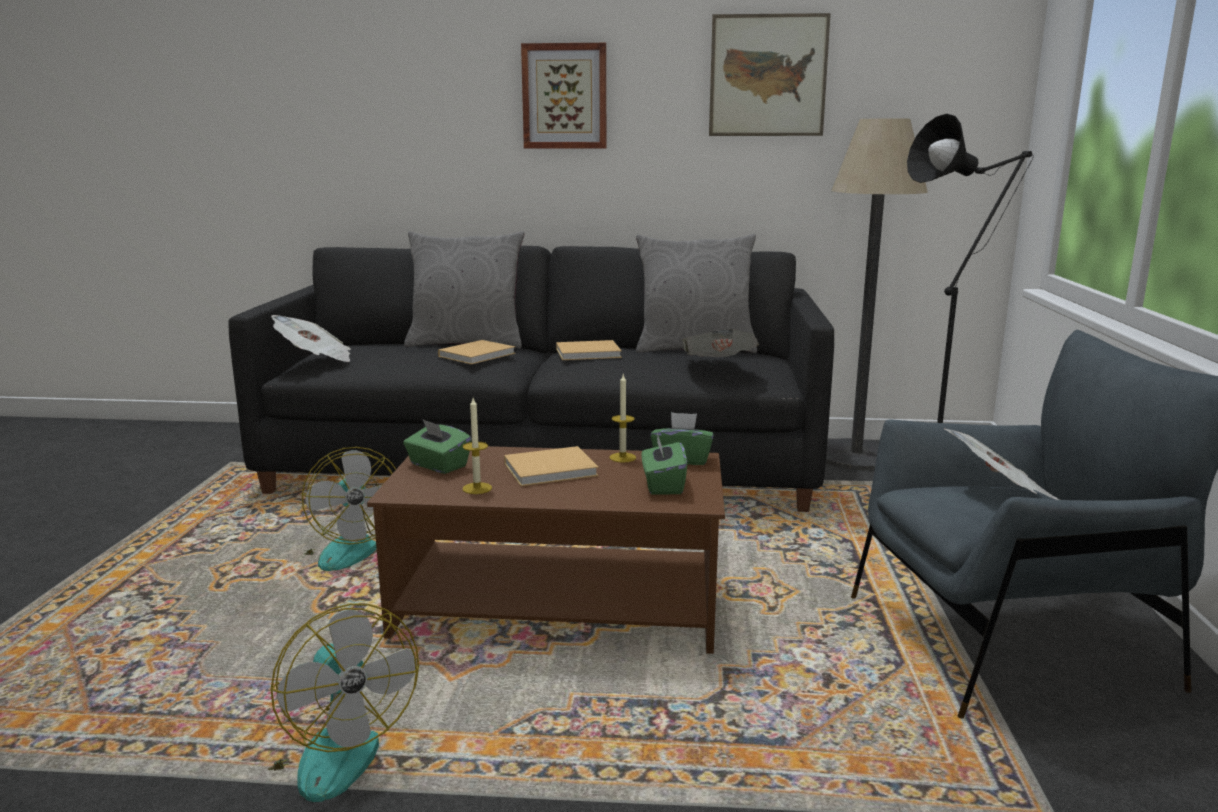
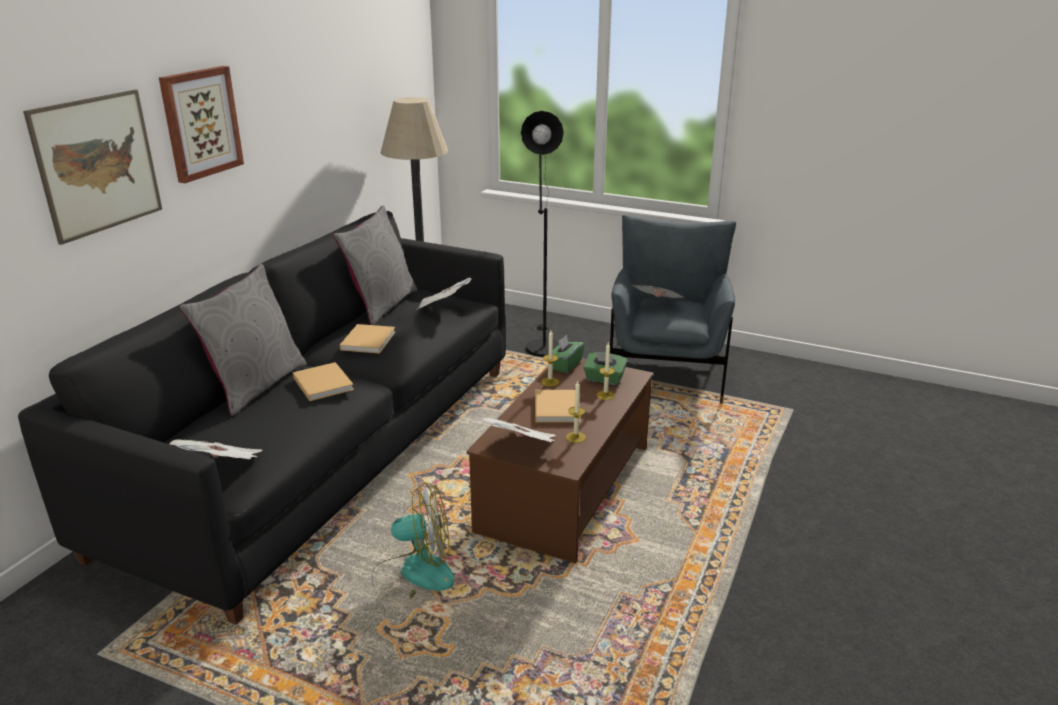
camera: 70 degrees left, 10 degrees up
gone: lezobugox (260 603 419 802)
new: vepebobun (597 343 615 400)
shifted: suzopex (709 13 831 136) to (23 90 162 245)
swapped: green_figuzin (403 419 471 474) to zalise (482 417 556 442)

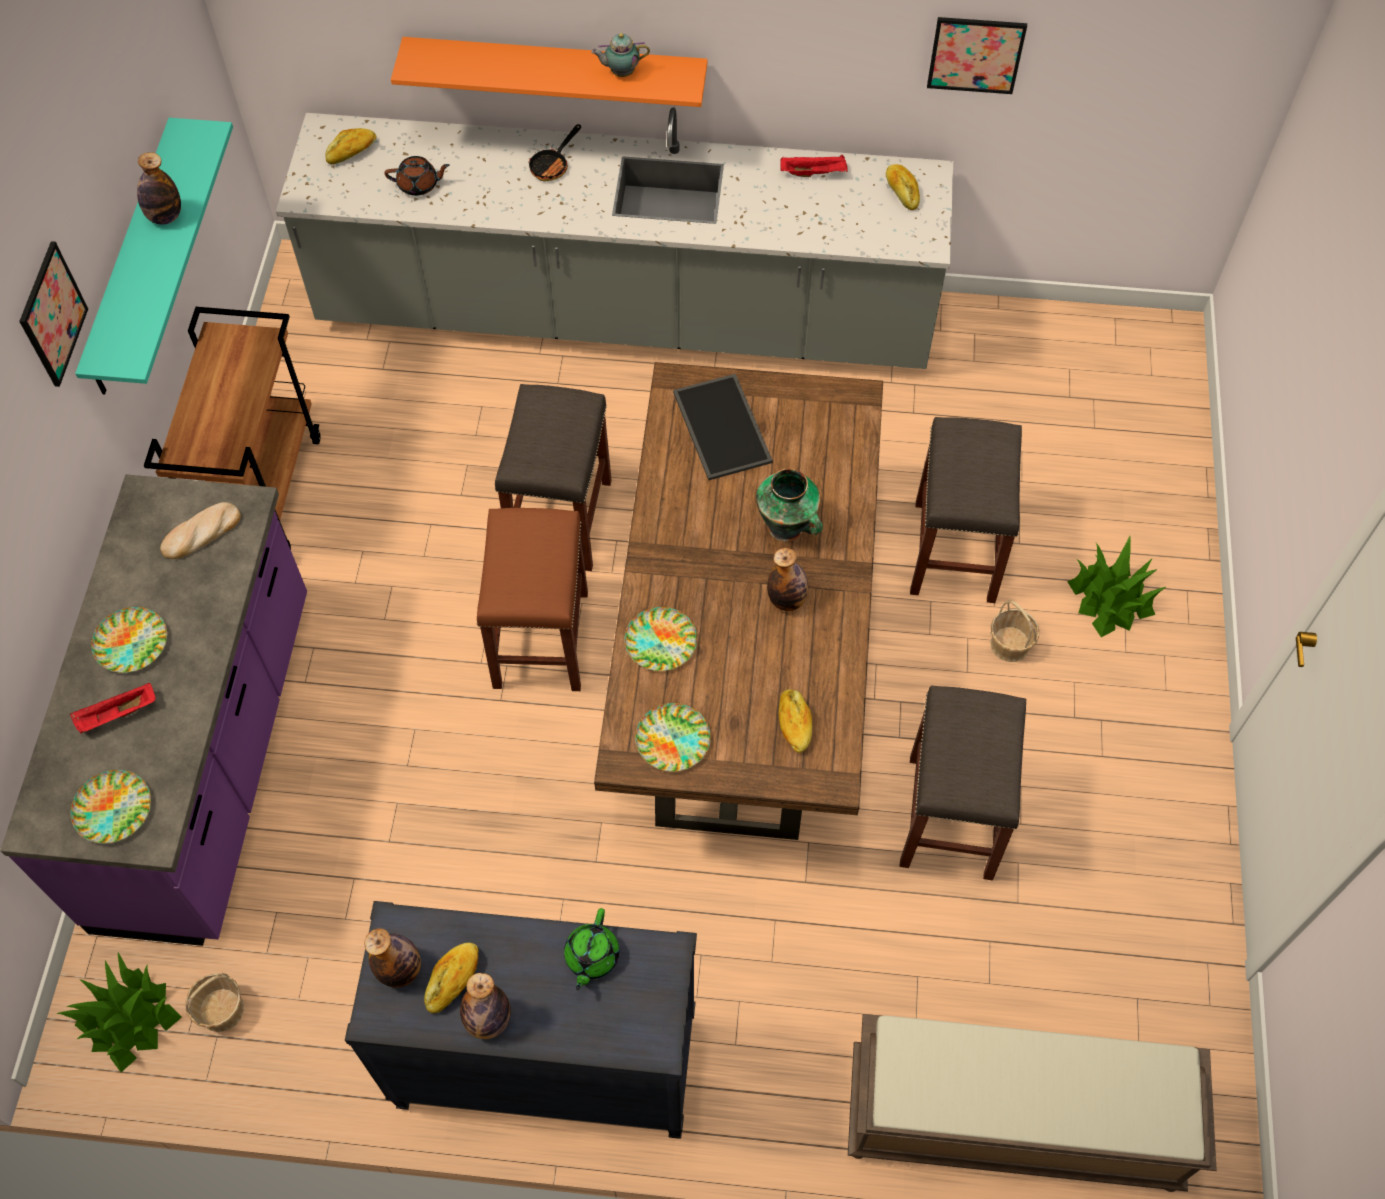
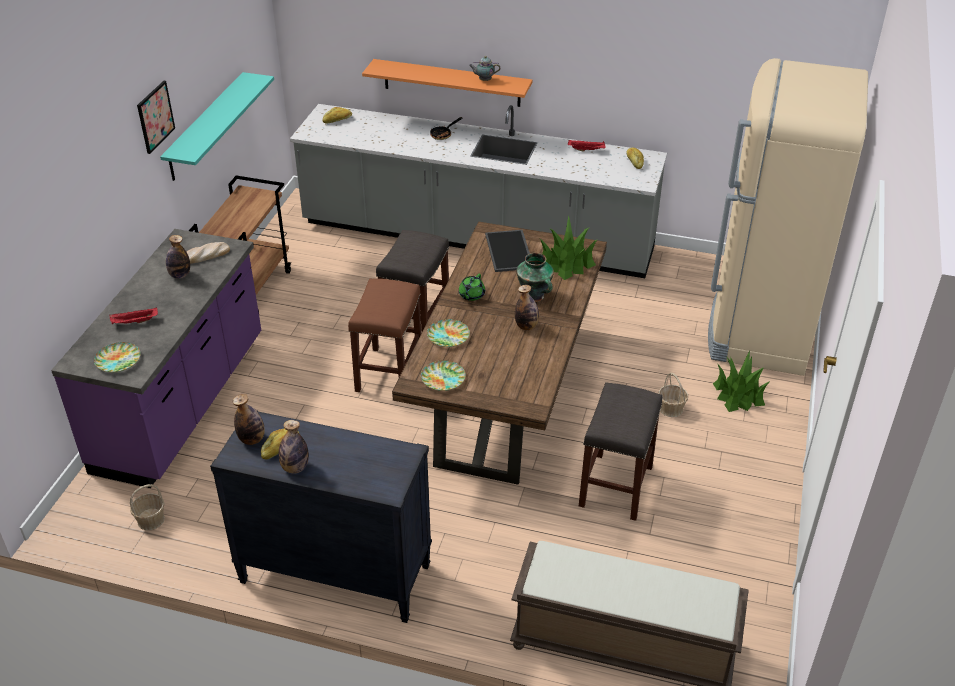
camera: 10 degrees right, 20 degrees down
gone: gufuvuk (91 607 167 673); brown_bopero (385 156 450 196); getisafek (779 689 812 753); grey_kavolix (910 417 1022 603); suzopex (927 17 1027 94)
new: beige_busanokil (708 58 868 376)
shifted: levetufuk (56 953 182 1072) to (539 215 598 280); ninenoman (137 152 181 225) to (166 235 190 279); green_bopero (564 908 619 991) to (459 274 485 301)

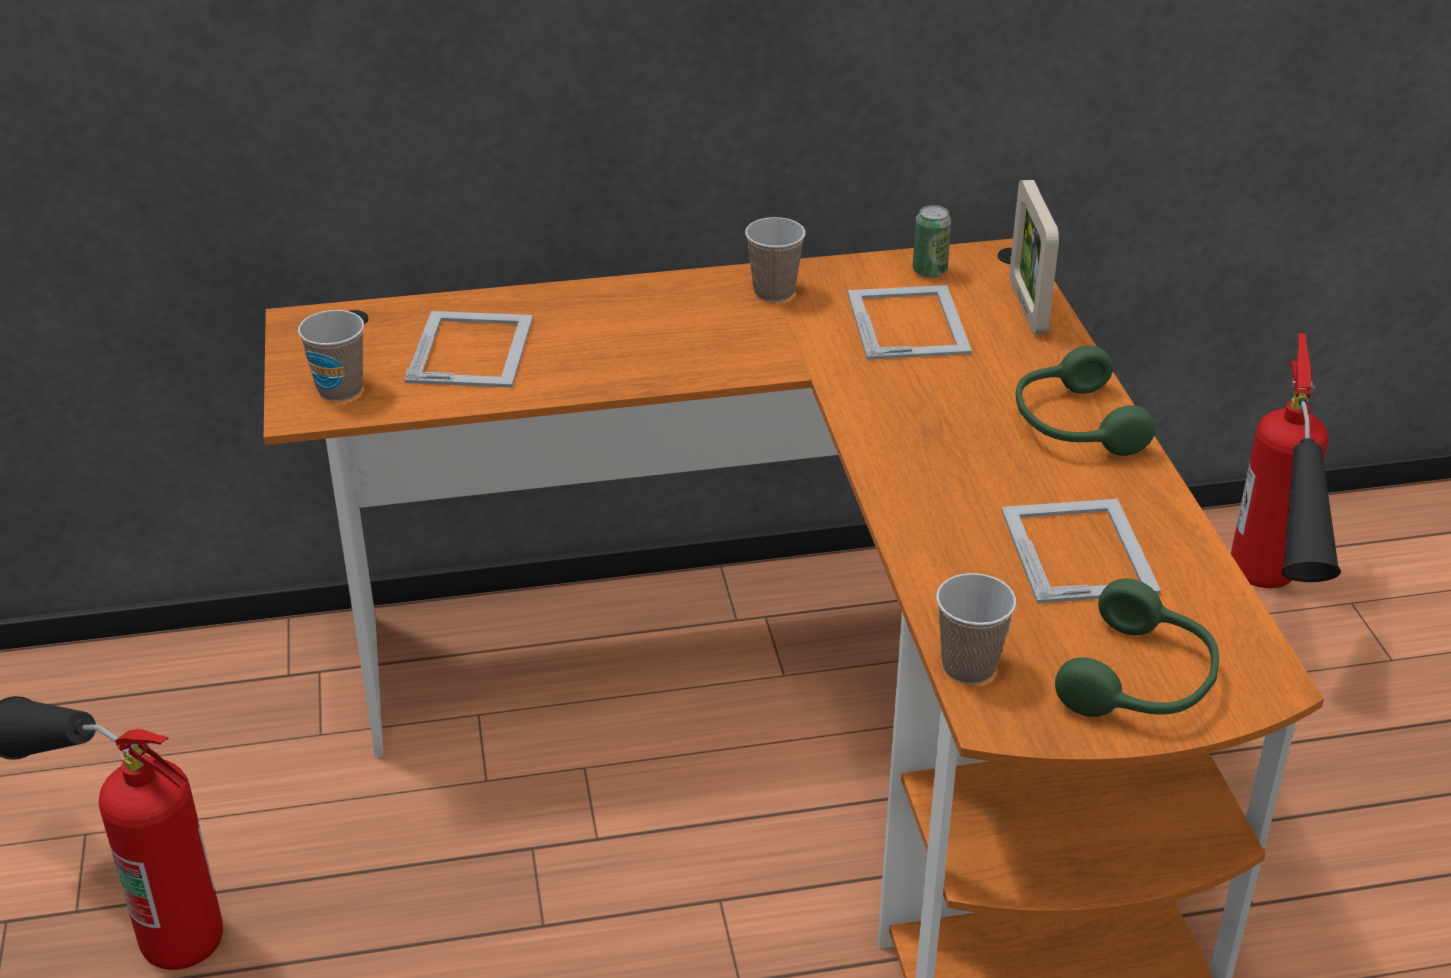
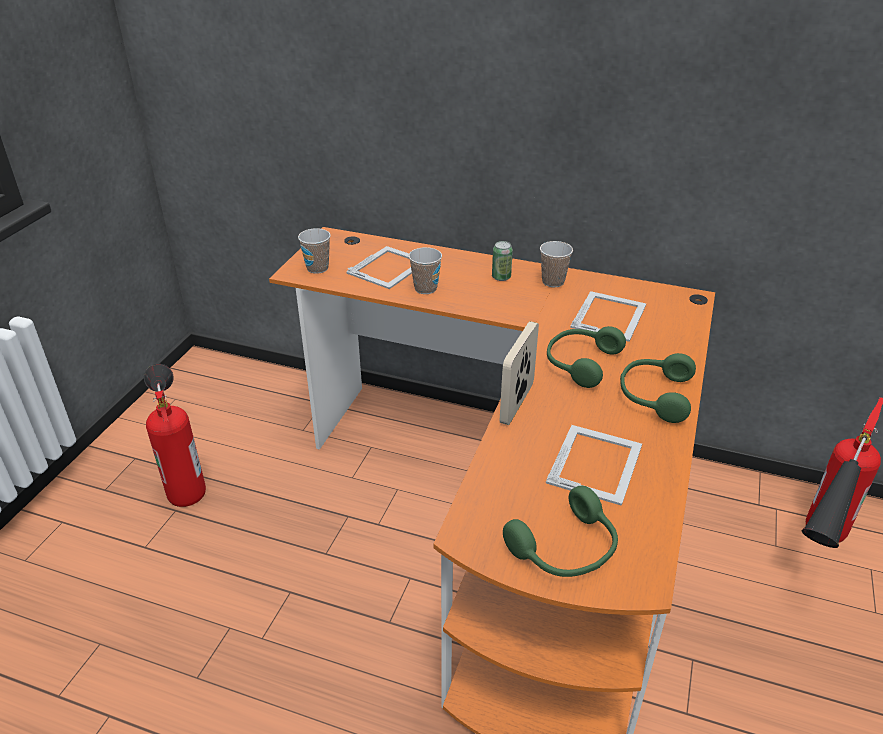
camera: 30 degrees right, 0 degrees up
new: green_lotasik (547 326 626 388)
shifted: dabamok (912 205 951 278) to (492 241 513 281); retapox (936 573 1016 684) to (409 247 442 294); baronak (1010 180 1059 334) to (500 321 539 425)

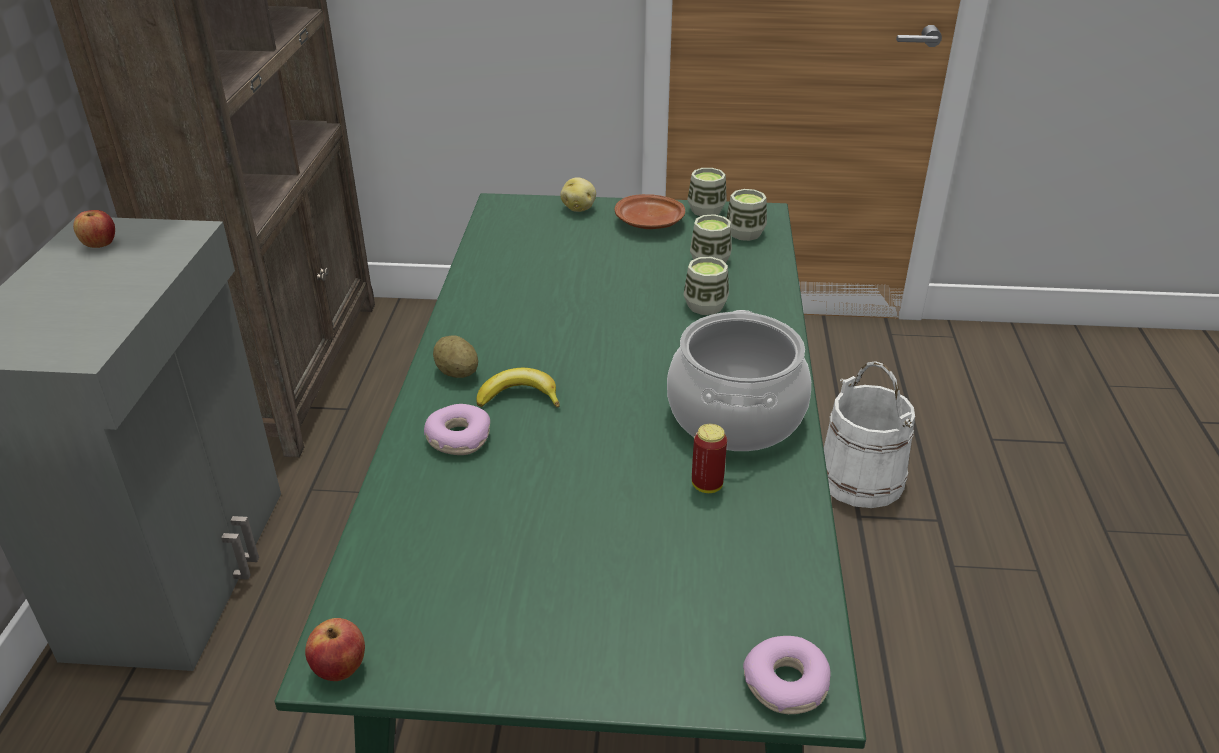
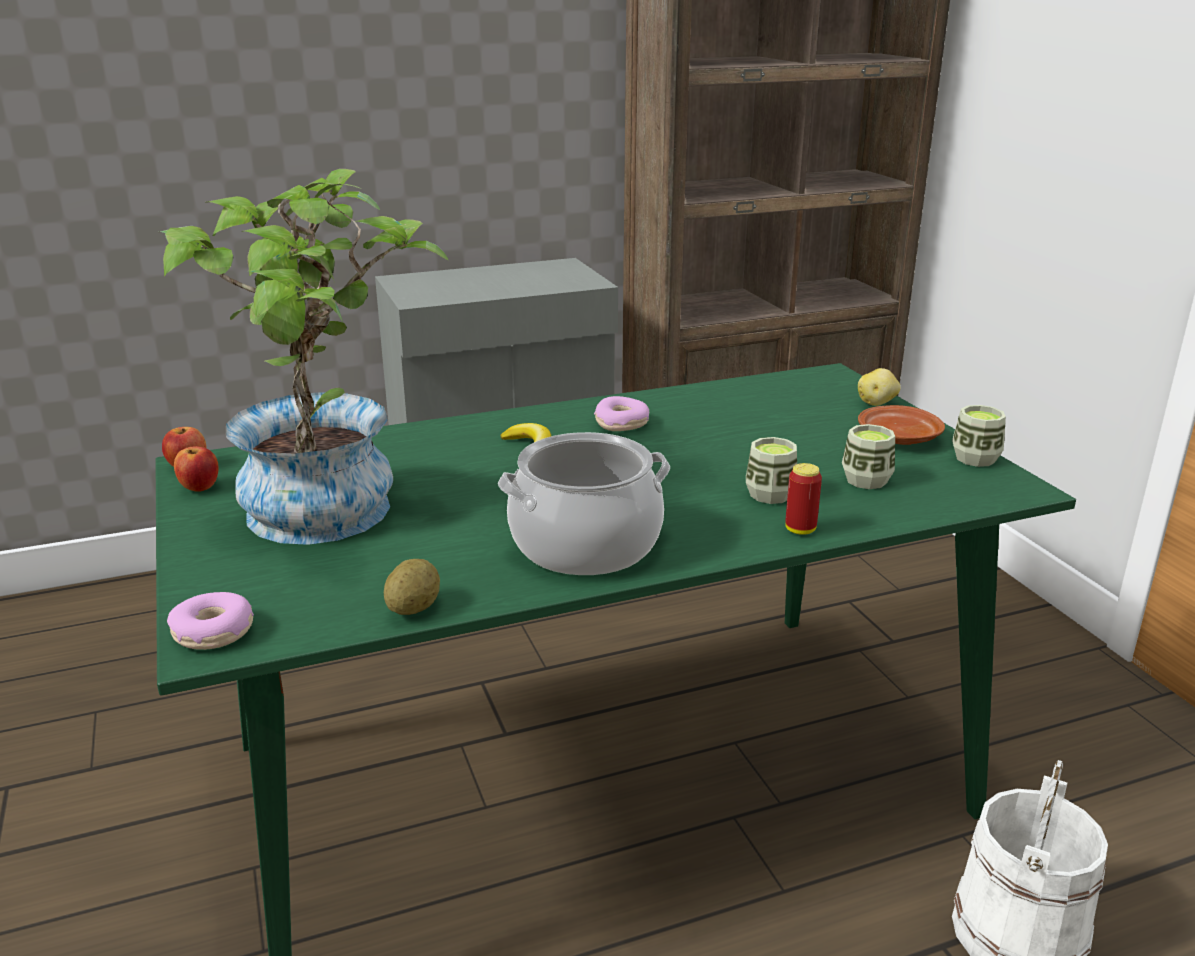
camera: 65 degrees right, 10 degrees down
gone: retapox (726 189 767 241)
new: levetufuk (160 169 448 545)
shifted: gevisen (73 210 115 248) to (174 446 218 492); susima (424 404 490 455) to (594 396 649 431); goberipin (433 336 478 378) to (384 559 440 615); dabamok (692 424 727 493) to (785 463 822 535)

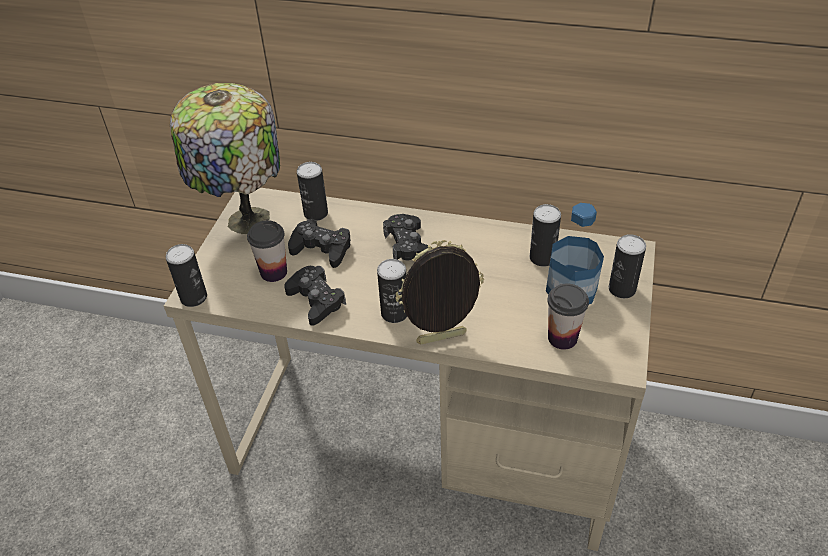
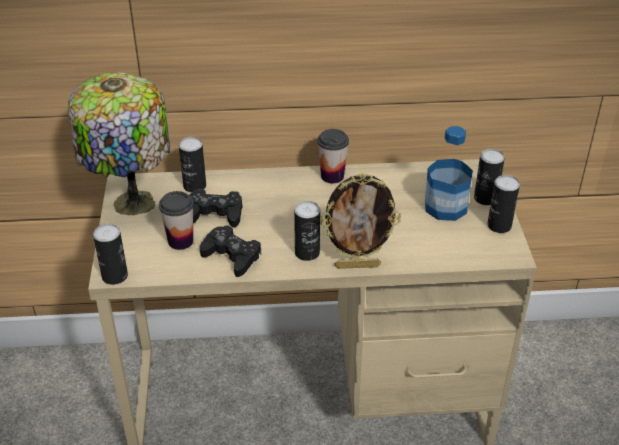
camera: 20 degrees left, 5 degrees down
gone: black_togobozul (383 214 432 260)
shifted: dabamok (530 204 561 267) to (487 175 520 233); retapox (547 283 589 350) to (317 129 349 184)
rotated: baronak (395 240 484 345) = (320 173 401 269) 150 degrees counterclockwise

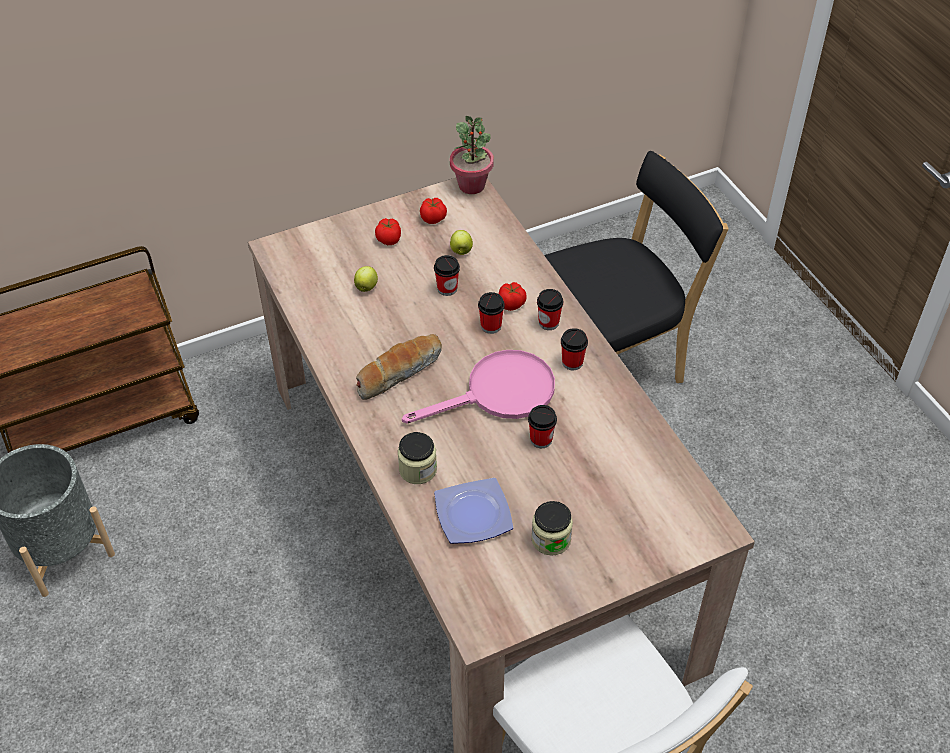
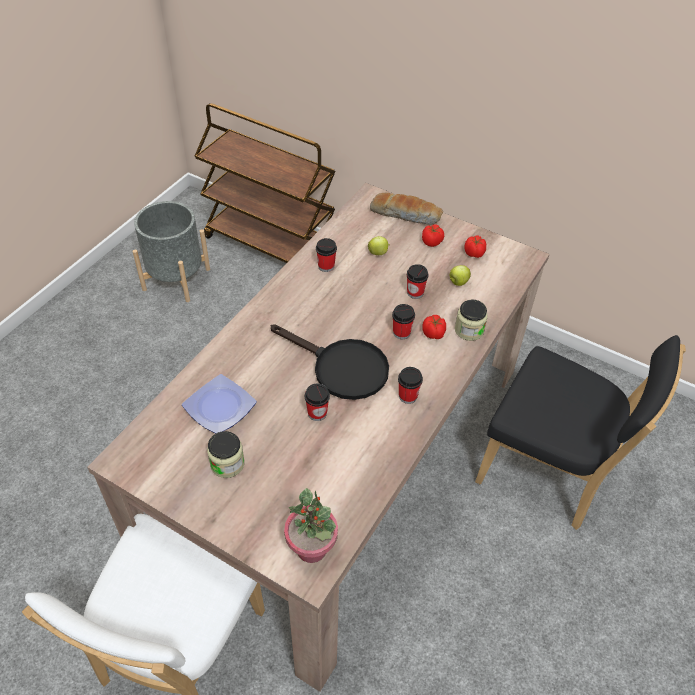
camera: 55 degrees right, 0 degrees up
shifted: getisafek (356 334 442 400) to (370 193 443 225); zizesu (398 432 437 484) to (455 300 488 341); levetufuk (450 116 494 194) to (284 488 338 563); retapox (537 289 563 330) to (316 238 337 272)
repainted: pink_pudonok (402 350 555 424) to black_pudonok (271 325 389 400)

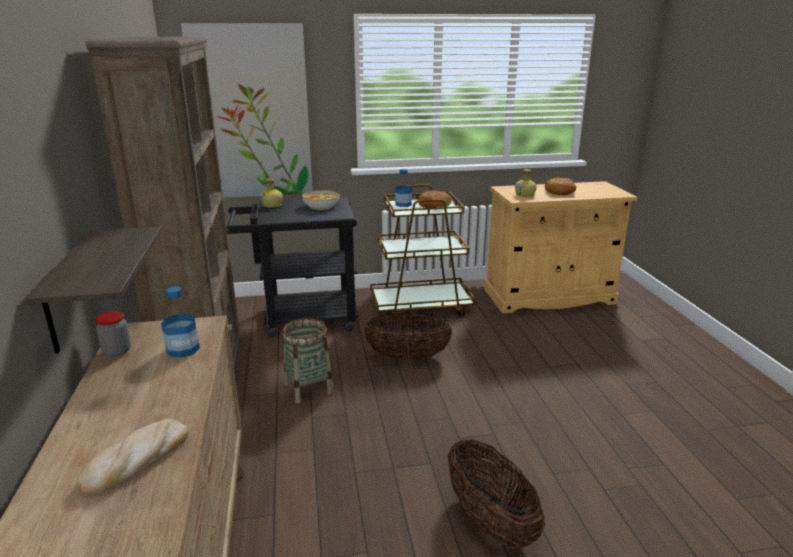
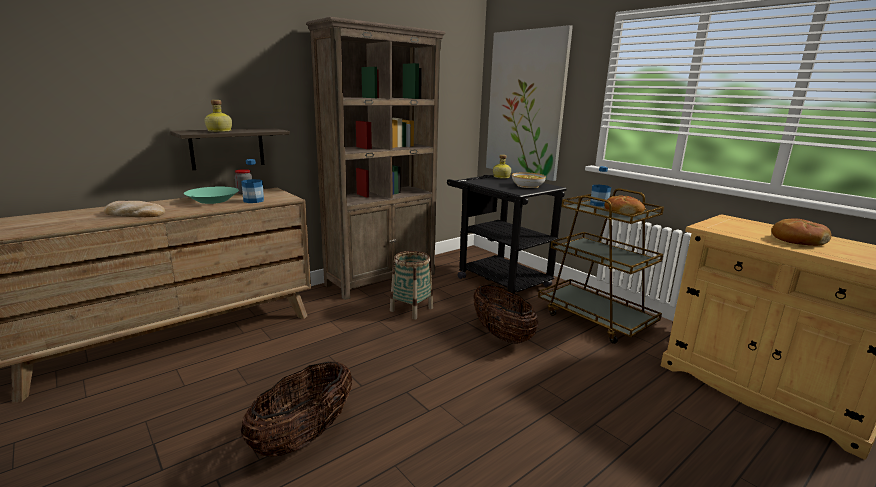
camera: 60 degrees right, 5 degrees down
new: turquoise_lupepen (184 187 239 204)
shifted: ninenoman (515 169 537 197) to (205 100 232 132)

